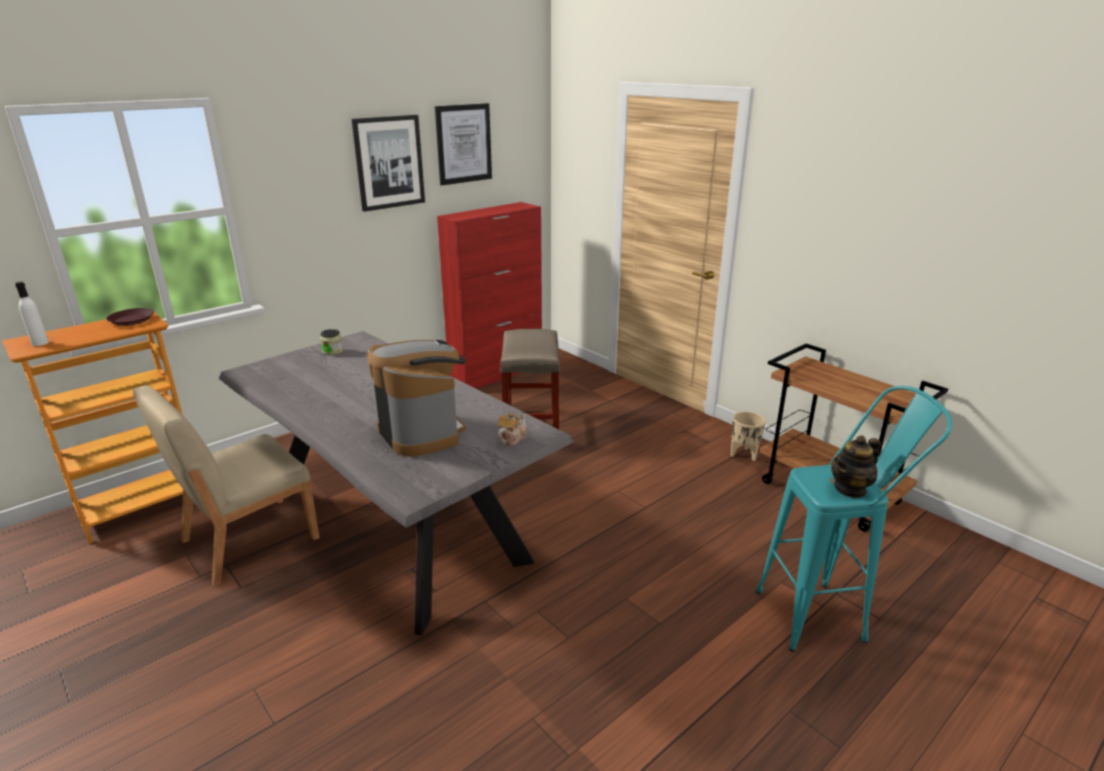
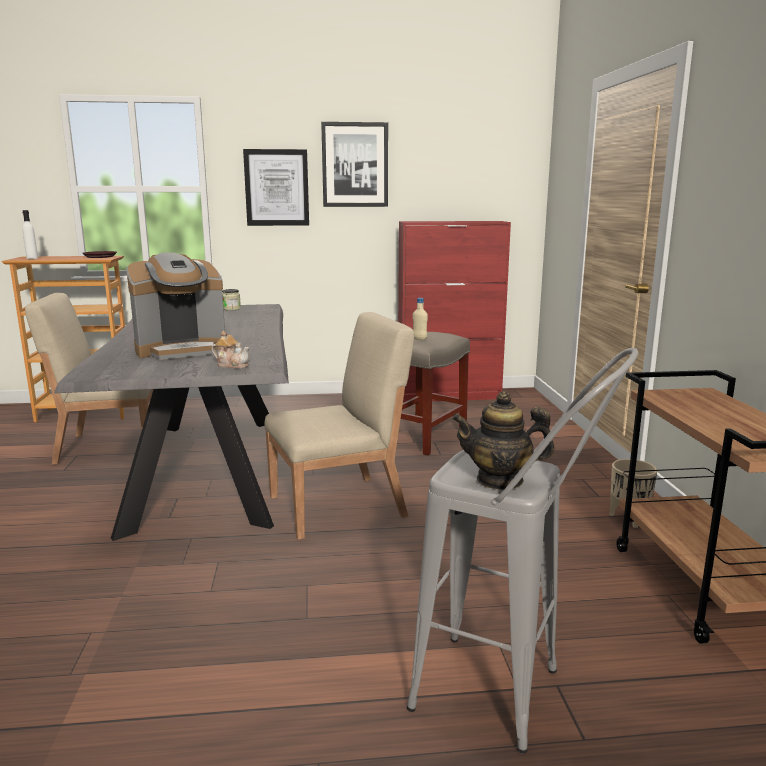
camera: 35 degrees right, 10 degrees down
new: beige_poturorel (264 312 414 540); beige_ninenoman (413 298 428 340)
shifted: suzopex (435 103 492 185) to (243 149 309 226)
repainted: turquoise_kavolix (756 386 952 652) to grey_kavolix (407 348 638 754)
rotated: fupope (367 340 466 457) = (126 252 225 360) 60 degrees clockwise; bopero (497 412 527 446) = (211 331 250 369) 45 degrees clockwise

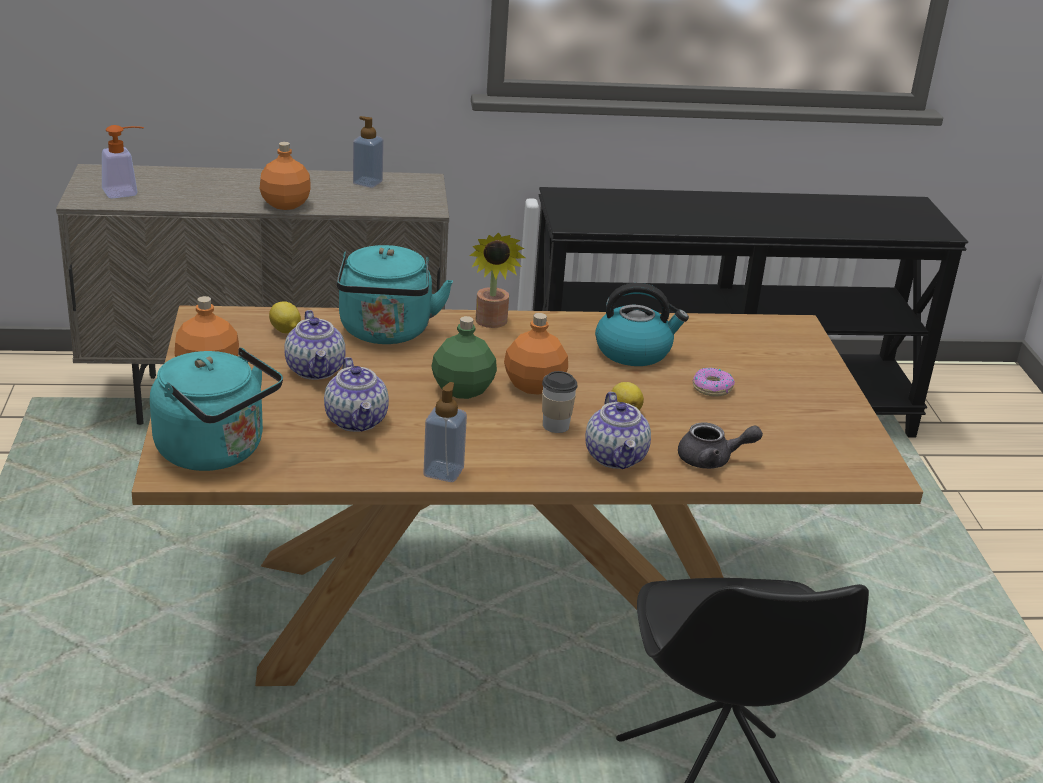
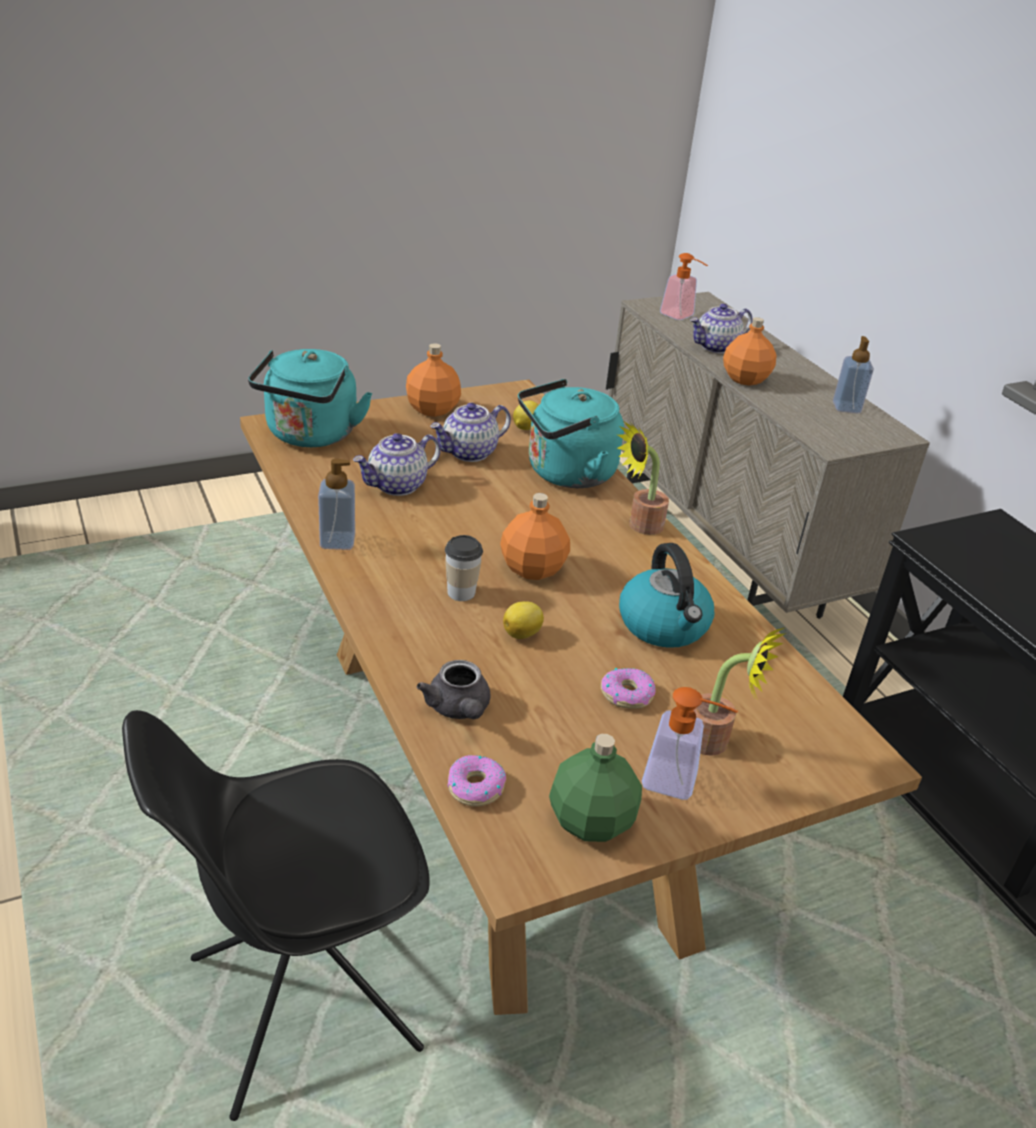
camera: 70 degrees right, 5 degrees up
new: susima (447 755 506 806); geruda (642 687 738 800); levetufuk (693 627 786 756)
shifted: green_ninenoman (431 316 497 399) to (549 734 642 842); bopero (585 392 651 469) to (690 304 753 354)

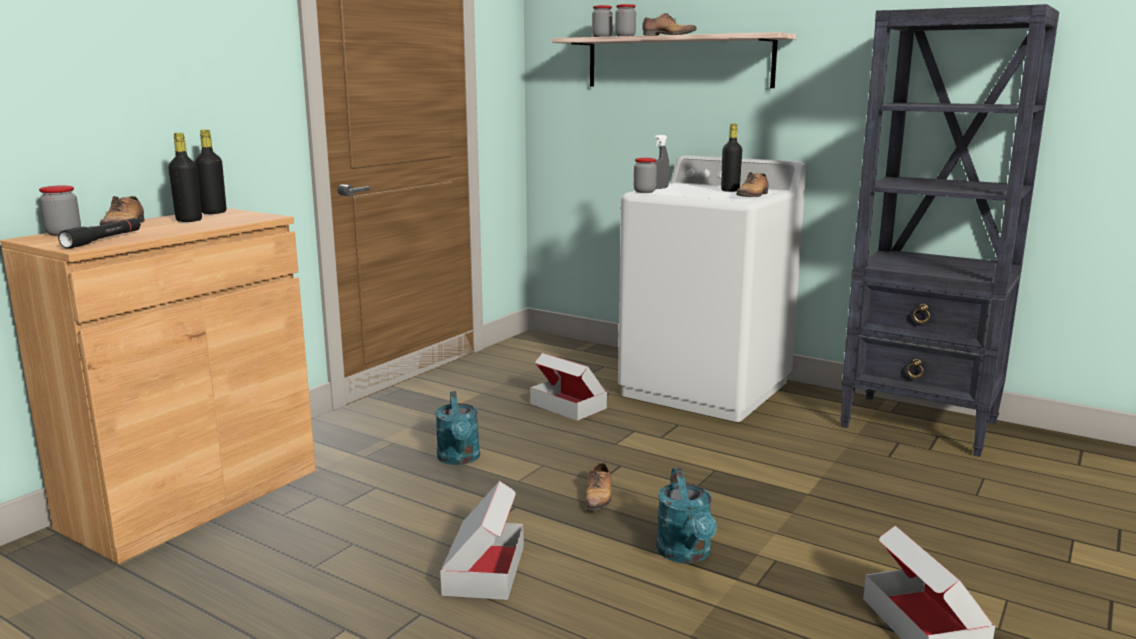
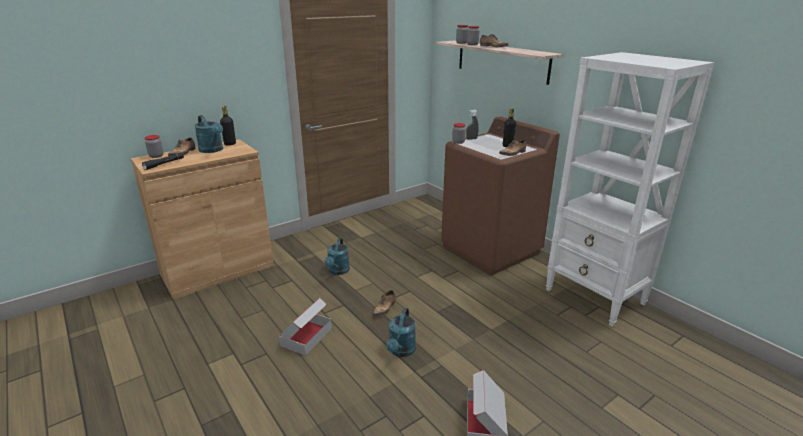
camera: 20 degrees right, 10 degrees up
gone: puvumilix (530 353 607 421)
swapped: black_ninenoman (168 133 202 222) to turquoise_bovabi (194 115 223 153)
repainted: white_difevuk (618 155 807 422) to brown_difevuk (441 116 560 275); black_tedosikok (840 4 1059 457) to white_tedosikok (546 52 715 327)

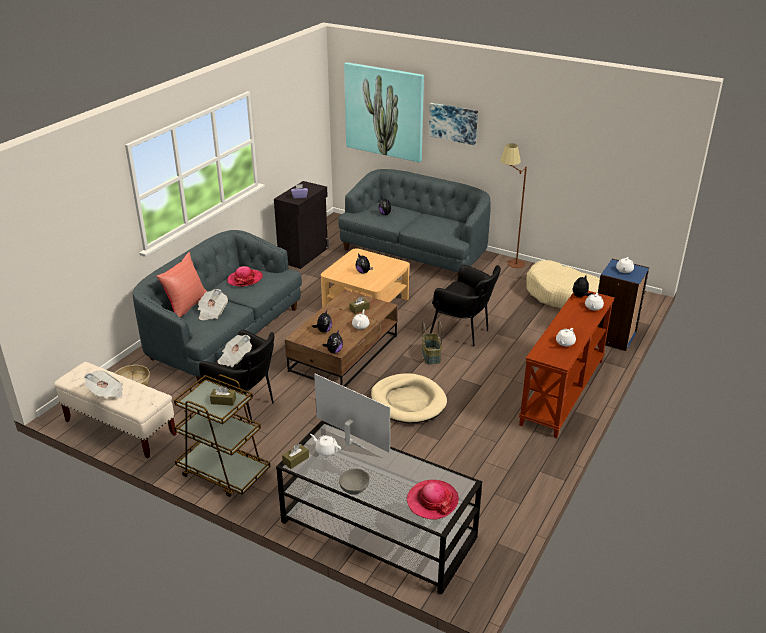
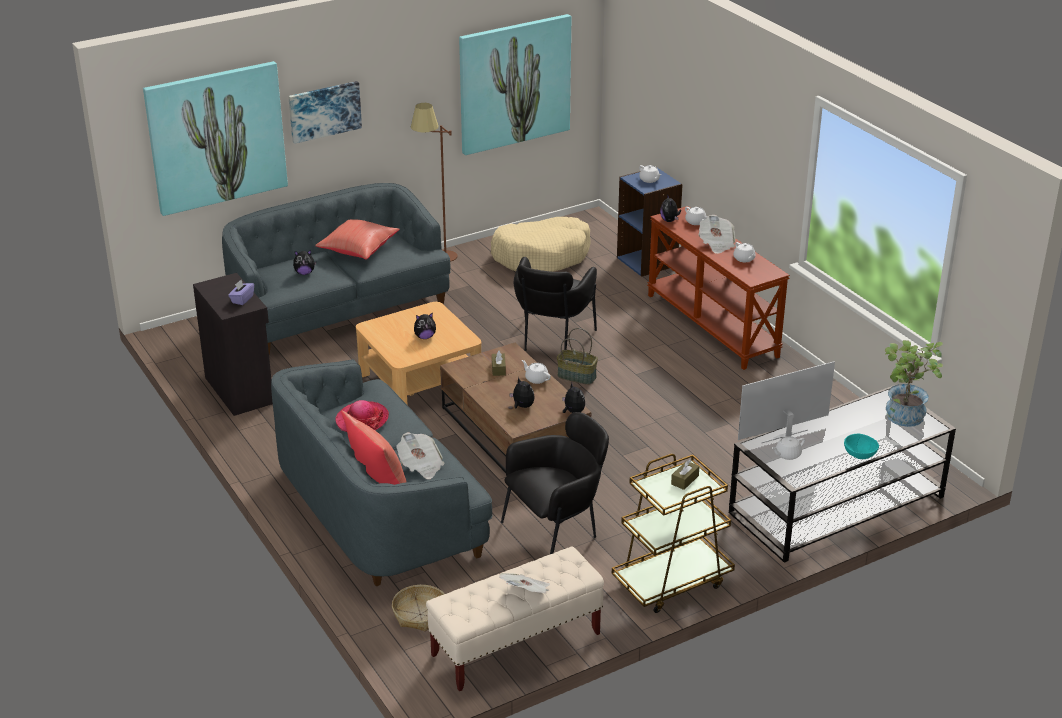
camera: 60 degrees left, 0 degrees up
gone: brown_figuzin (282 444 309 469); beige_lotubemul (371 373 447 423)
new: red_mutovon (315 219 400 260); suzopex (459 14 571 155)
shifted: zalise (217 335 252 367) to (698 215 735 254)
swapped: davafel (407 480 459 520) to levetufuk (885 340 943 427)
repainted: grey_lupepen (339 468 370 495) to turquoise_lupepen (844 434 879 459)
rotated: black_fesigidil (430 265 501 346) = (514 257 597 351) 135 degrees clockwise

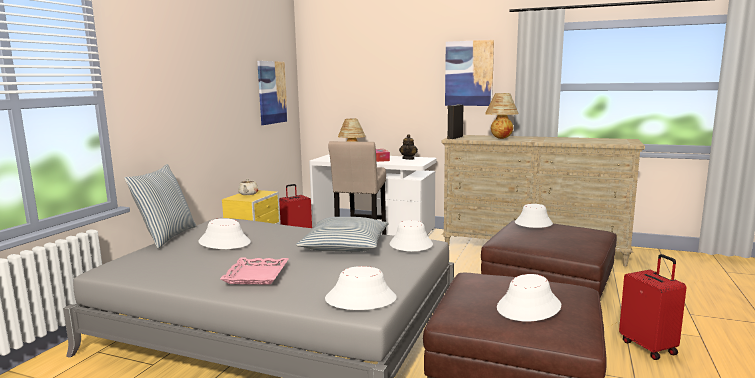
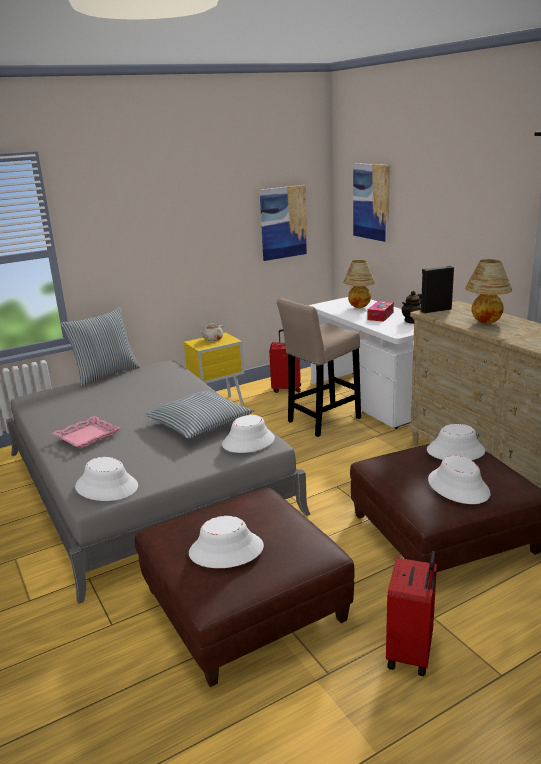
camera: 40 degrees right, 10 degrees up
shifted: white_davafel (198 218 251 249) to (428 455 491 504); suzopex (445 40 494 106) to (353 163 390 242)

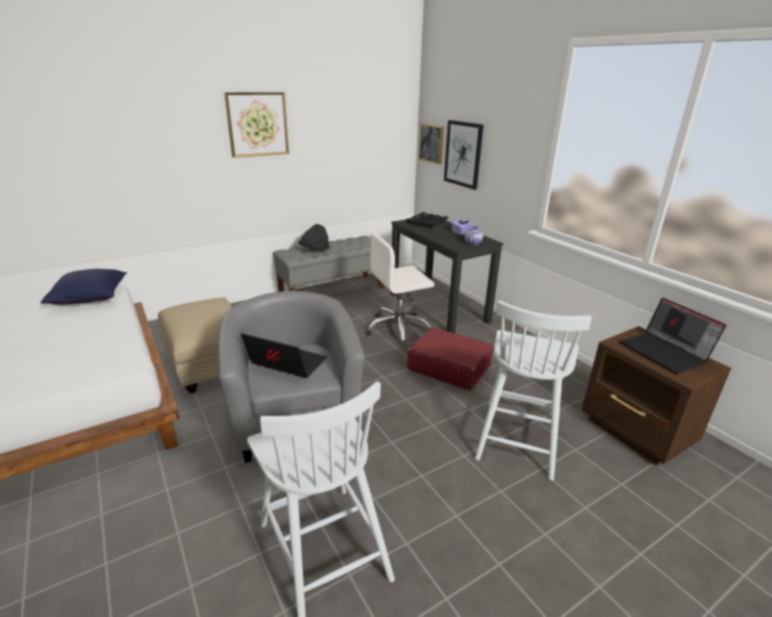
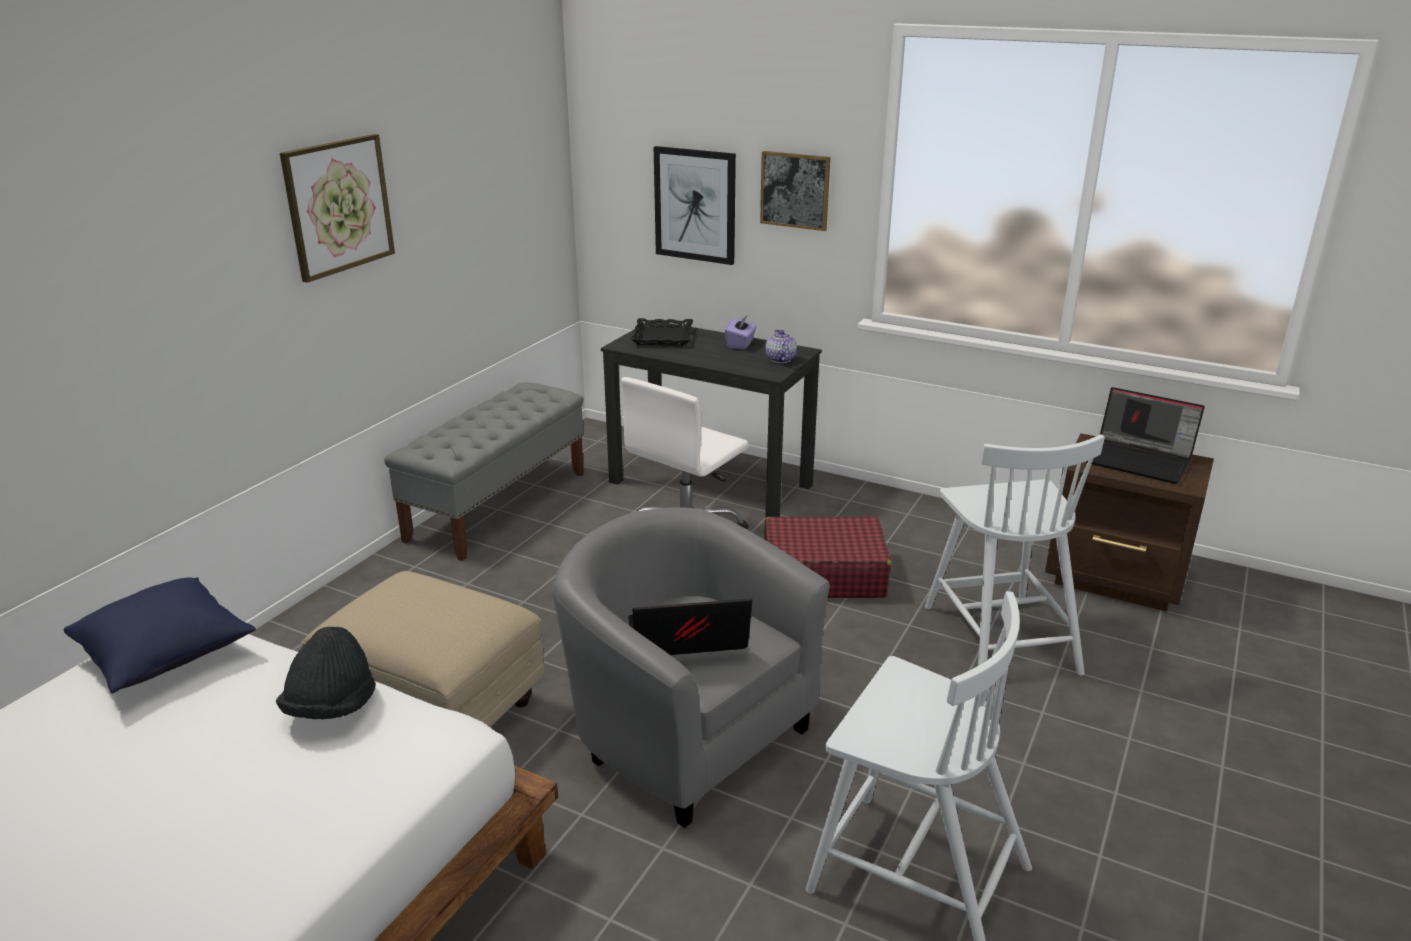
camera: 30 degrees left, 0 degrees up
shifted: black_davafel (299 224 330 250) to (276 627 376 719); suzopex (419 124 444 164) to (760 151 830 231)

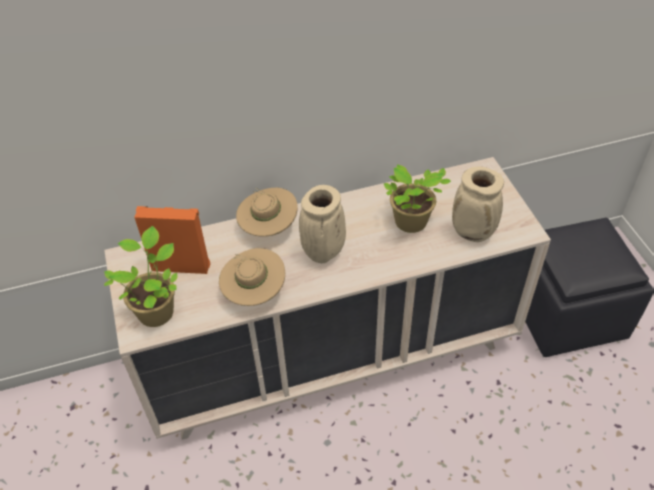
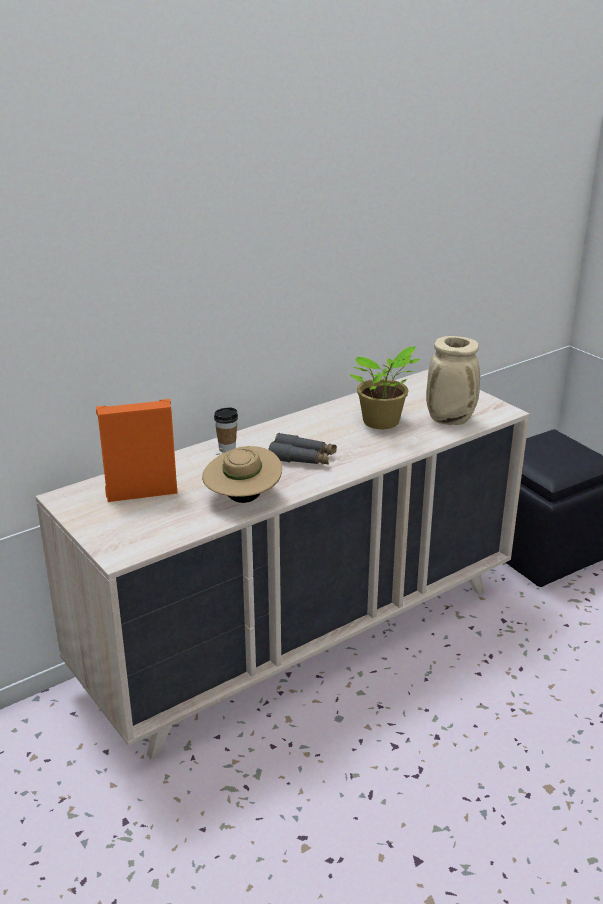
camera: 20 degrees left, 20 degrees down
gone: levetufuk (104 226 178 327)
swapped: beige_davafel (236 188 298 237) to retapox (214 408 238 453); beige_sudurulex (299 185 346 263) to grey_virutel (268 433 337 465)

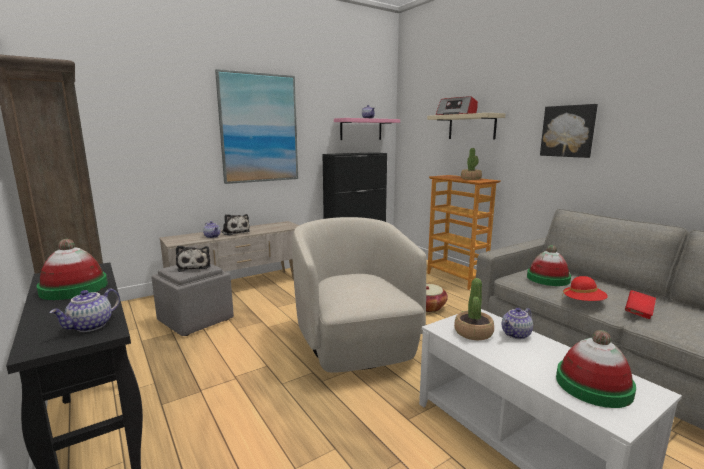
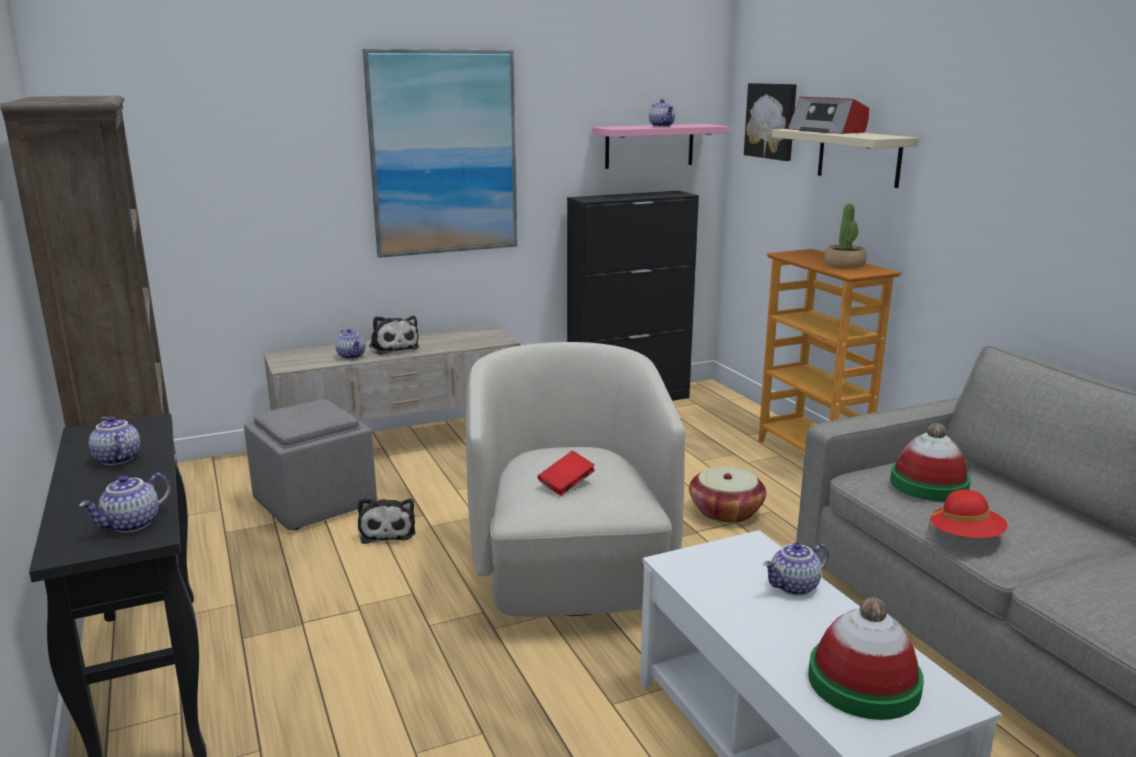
camera: 10 degrees right, 5 degrees up
gone: levetufuk (454 278 494 340)
shifted: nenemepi (176 246 211 272) to (358 498 416 544); suzopex (540 104 598 158) to (744 83 797 161); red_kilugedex (625 290 656 319) to (538 451 595 496)
swapped: davafel (37 239 108 300) to bopero (89 416 141 465)

